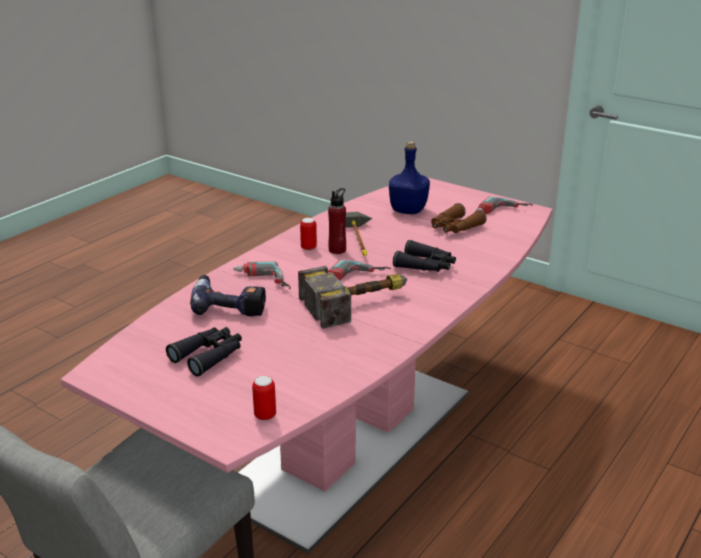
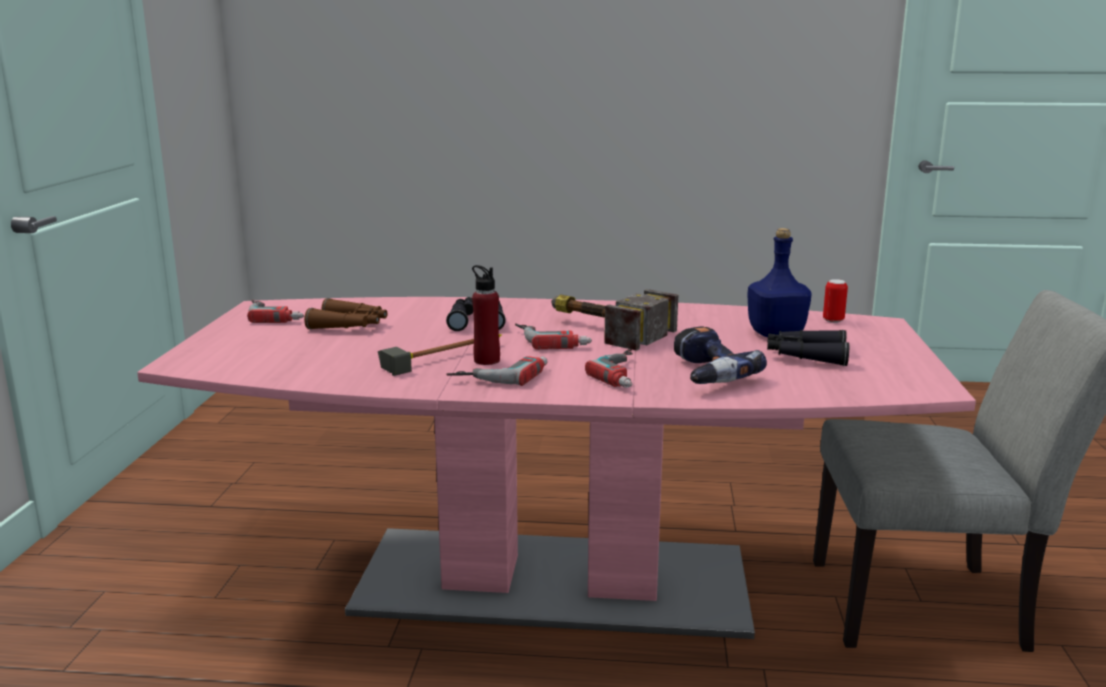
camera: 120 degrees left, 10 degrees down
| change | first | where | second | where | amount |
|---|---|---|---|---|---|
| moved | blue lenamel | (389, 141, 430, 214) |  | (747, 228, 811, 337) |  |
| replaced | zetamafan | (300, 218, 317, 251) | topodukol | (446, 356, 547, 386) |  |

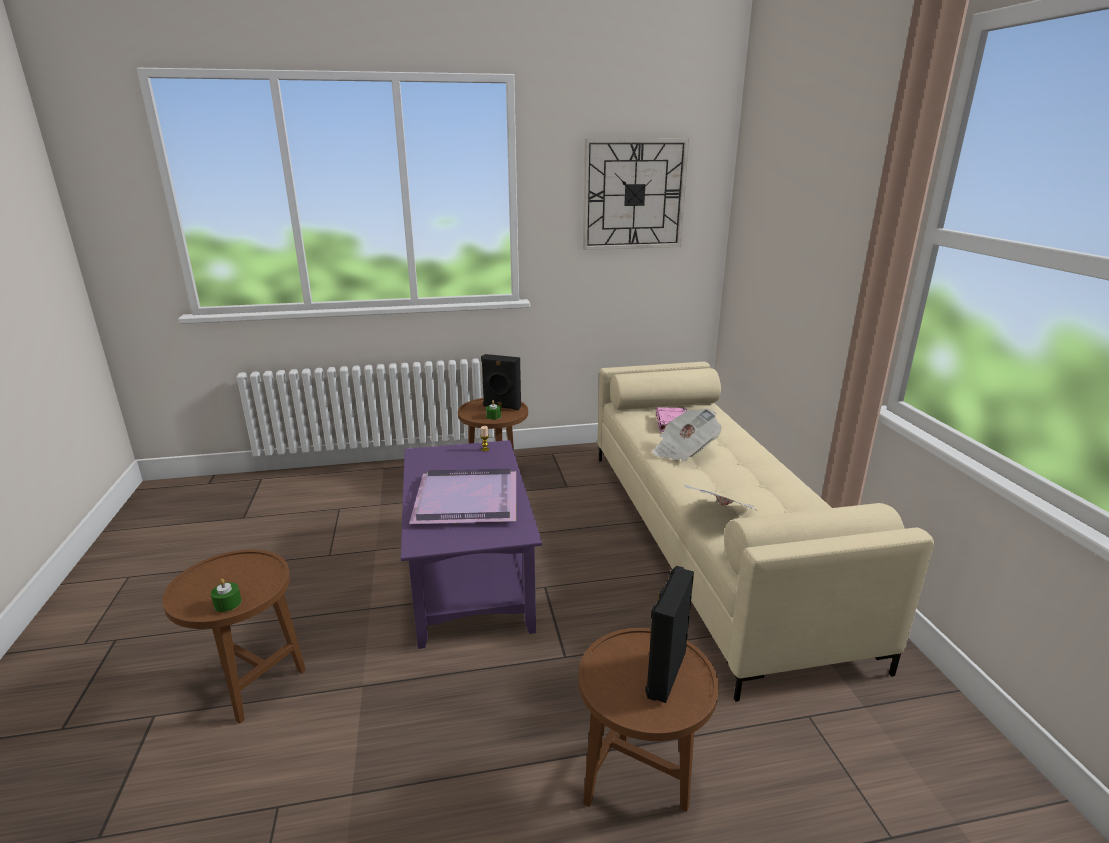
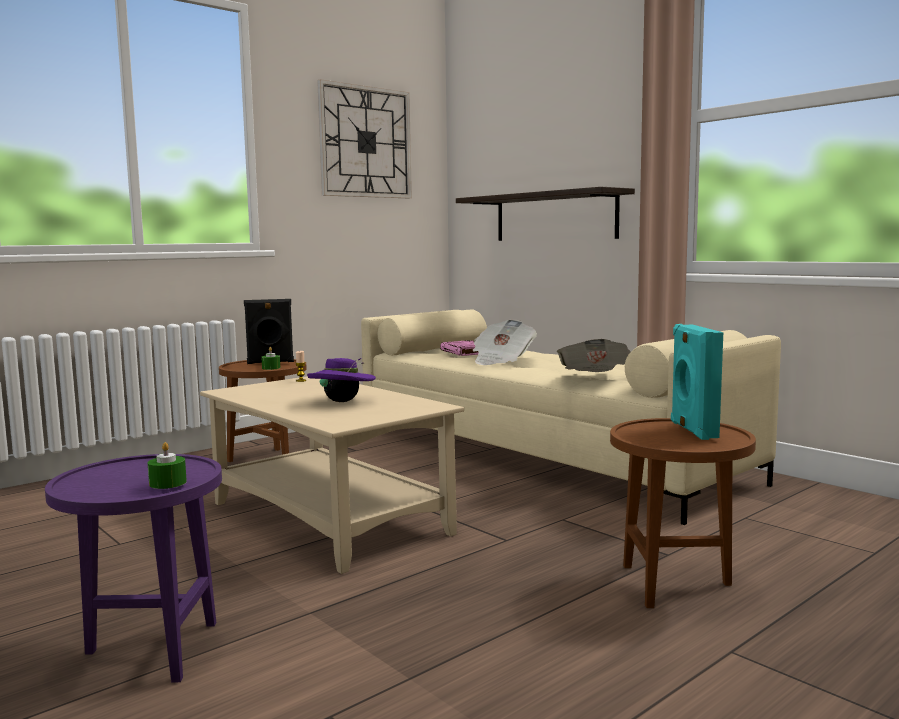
camera: 30 degrees left, 15 degrees down
| change | first | where | second | where | amount |
|---|---|---|---|---|---|
| added |  |  | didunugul | (456, 187, 635, 241) |  |
| replaced | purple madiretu | (409, 469, 516, 524) | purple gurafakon | (307, 358, 376, 402) |  |
| recoloured | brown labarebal | (162, 550, 306, 724) | purple labarebal | (45, 454, 222, 682) |  |
| recoloured | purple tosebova | (401, 440, 542, 649) | beige tosebova | (200, 377, 464, 574) |  |
| recoloured | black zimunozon | (645, 566, 694, 703) | turquoise zimunozon | (671, 324, 723, 440) |  |

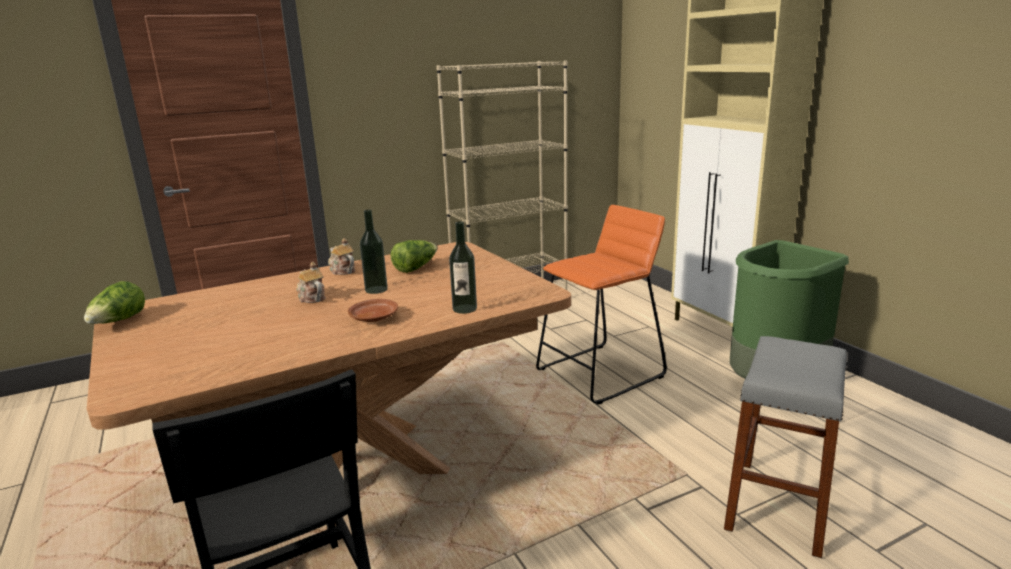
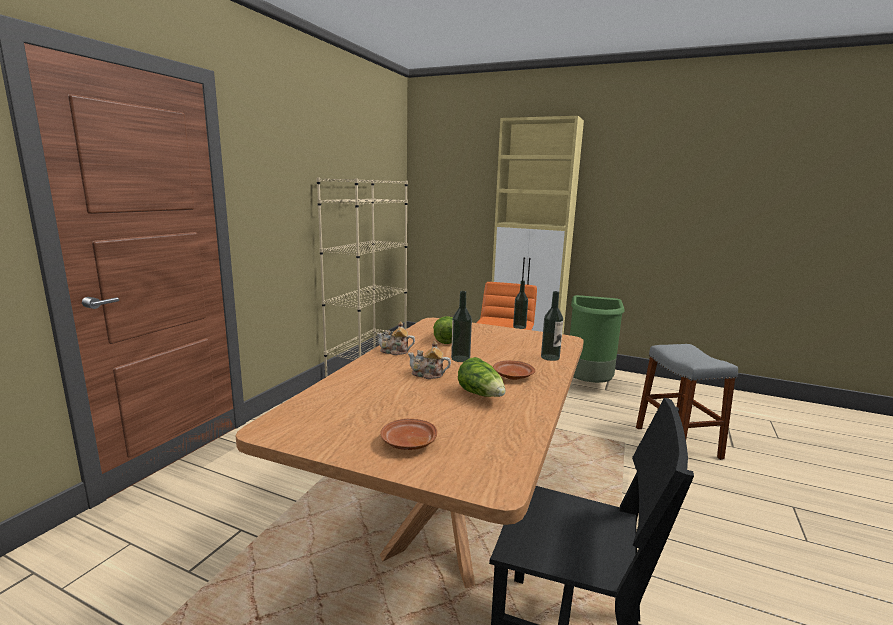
camera: 40 degrees left, 5 degrees down
| change | first | where | second | where | amount |
|---|---|---|---|---|---|
| added |  |  | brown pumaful | (380, 419, 437, 450) |  |
| added |  |  | lenamel | (513, 280, 528, 329) |  |
| moved | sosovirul | (84, 281, 145, 324) |  | (458, 357, 506, 397) |  |

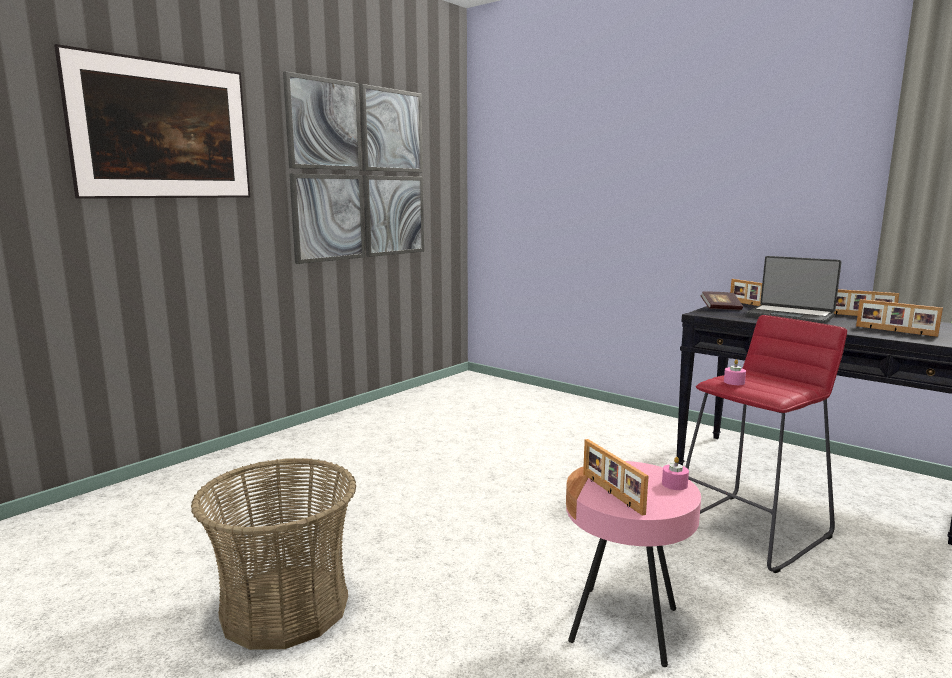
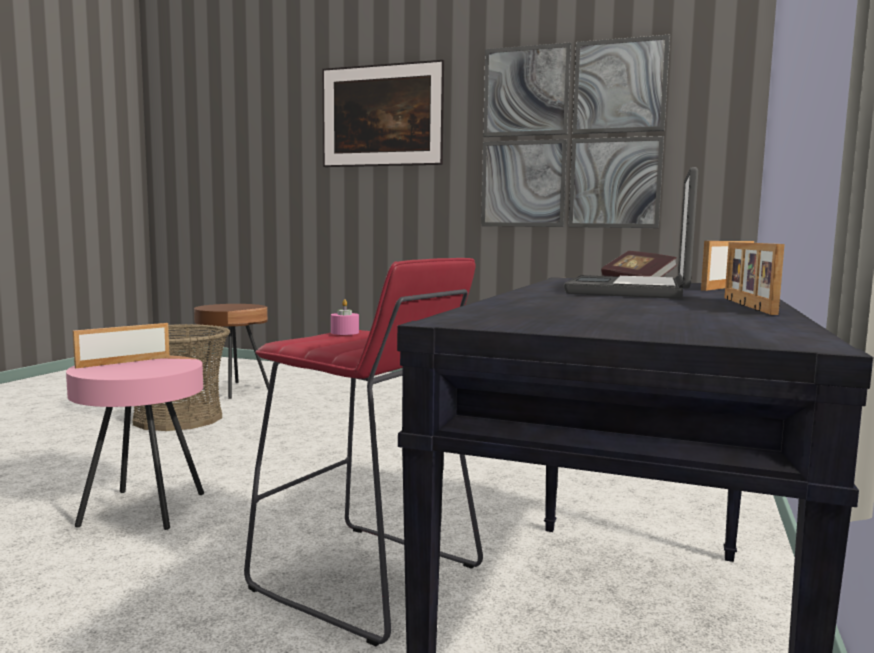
camera: 70 degrees right, 5 degrees down
| change | first | where | second | where | amount |
|---|---|---|---|---|---|
| removed | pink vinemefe | (662, 457, 689, 490) |  |  |  |
| removed | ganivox | (856, 299, 943, 337) |  |  |  |
| added |  |  | brown labarebal | (194, 304, 269, 399) |  |

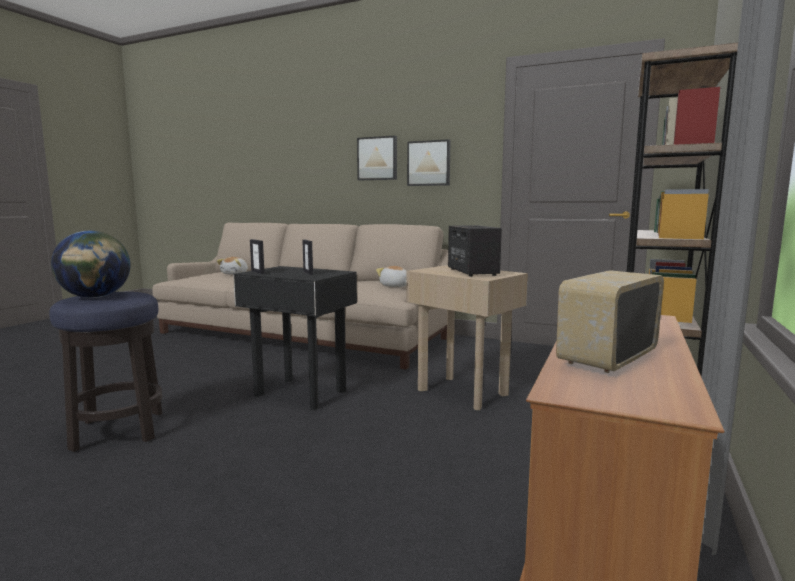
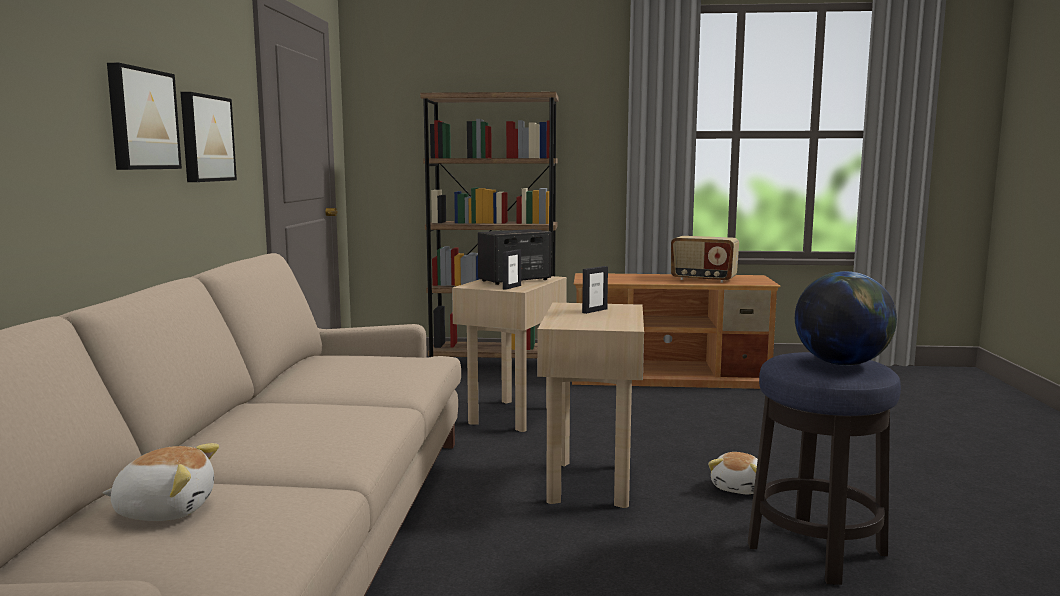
camera: 110 degrees left, 0 degrees up
| change | first | where | second | where | amount |
|---|---|---|---|---|---|
| moved | ganivox | (250, 239, 265, 274) |  | (503, 250, 521, 290) |  |
| moved | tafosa | (376, 266, 407, 287) |  | (708, 452, 758, 494) |  |
| recoloured | black labarebal | (233, 266, 357, 410) | beige labarebal | (537, 303, 644, 508) |  |

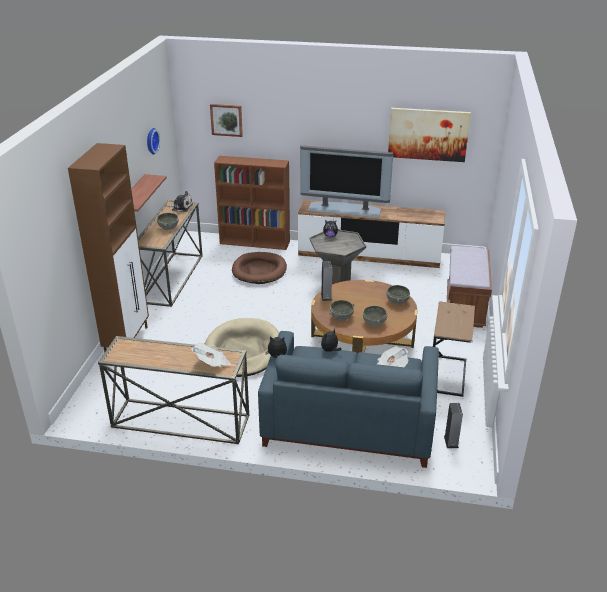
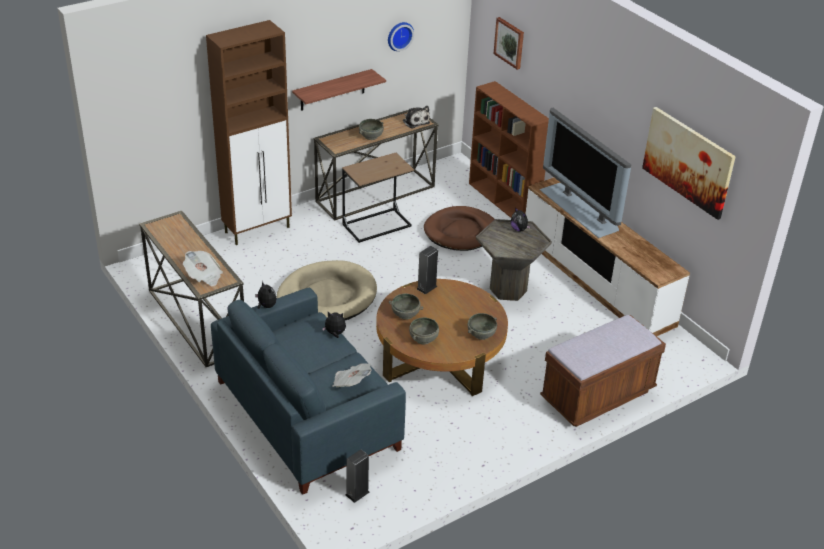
camera: 45 degrees right, 5 degrees up
| change | first | where | second | where | amount |
|---|---|---|---|---|---|
| moved | brown labarebal | (433, 301, 475, 397) |  | (342, 153, 414, 243) |  |

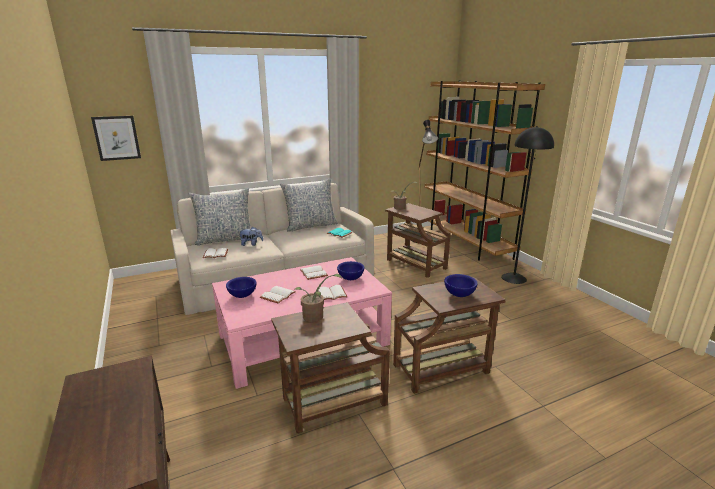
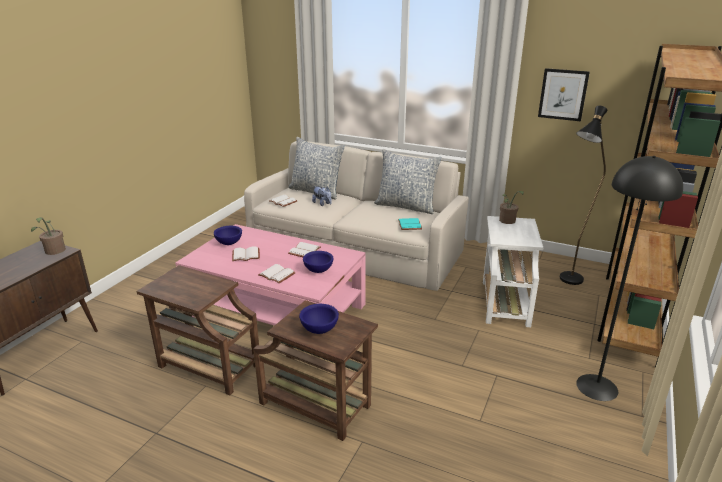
camera: 50 degrees right, 5 degrees up
| change | first | where | second | where | amount |
|---|---|---|---|---|---|
| moved | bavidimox | (91, 116, 141, 161) |  | (538, 68, 590, 121) |  |
| moved | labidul | (294, 274, 342, 322) |  | (31, 218, 66, 255) |  |
| recoloured | brown labarebal | (385, 203, 451, 278) | white labarebal | (483, 216, 543, 327) |  |

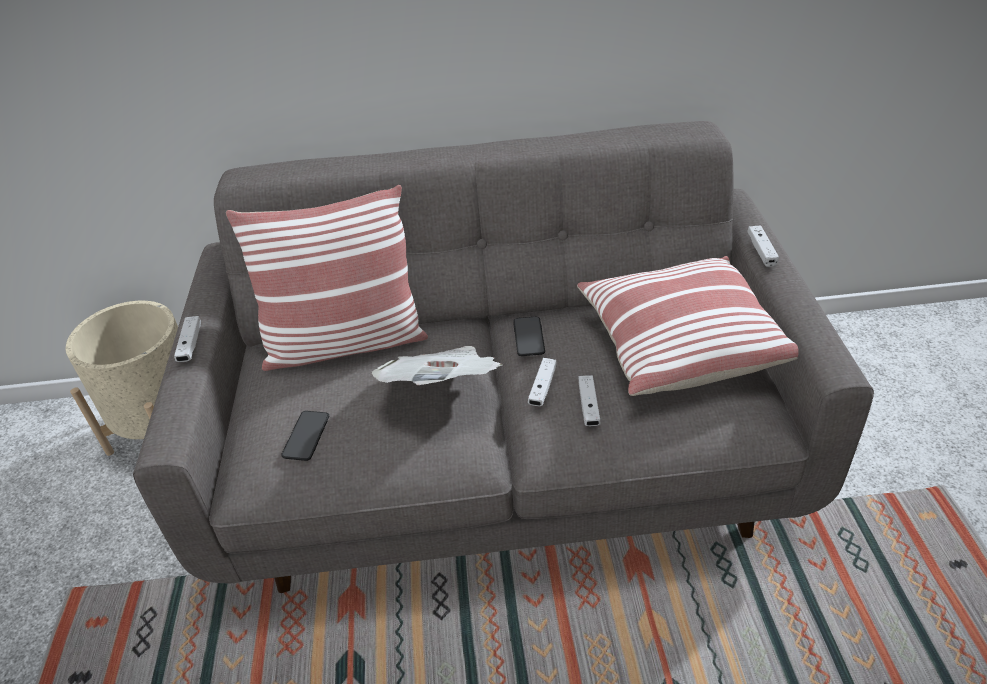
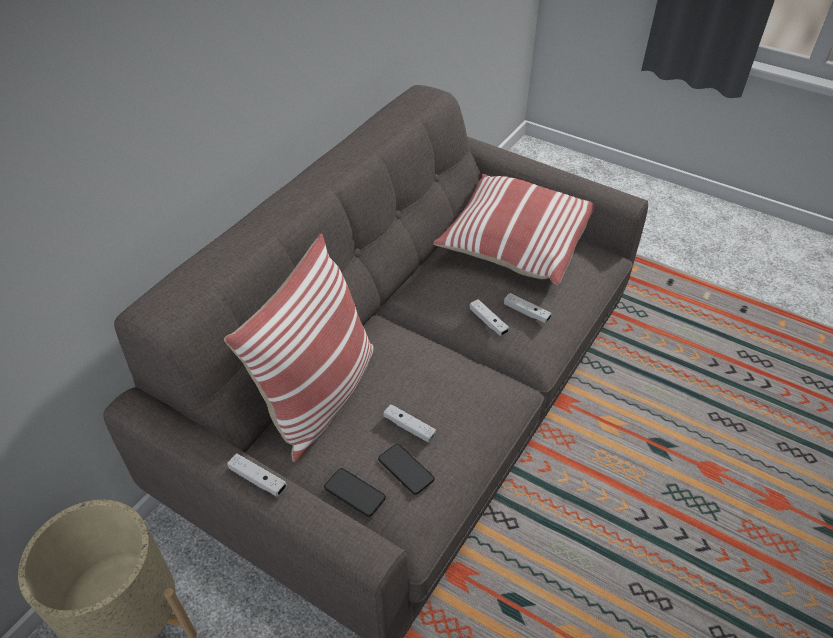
camera: 55 degrees left, 5 degrees up
| change | first | where | second | where | amount |
|---|---|---|---|---|---|
| removed | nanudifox | (372, 346, 503, 385) |  |  |  |
| moved | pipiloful | (513, 317, 545, 356) |  | (324, 468, 386, 517) |  |
| moved | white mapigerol | (747, 225, 779, 267) |  | (384, 404, 436, 443) |  |

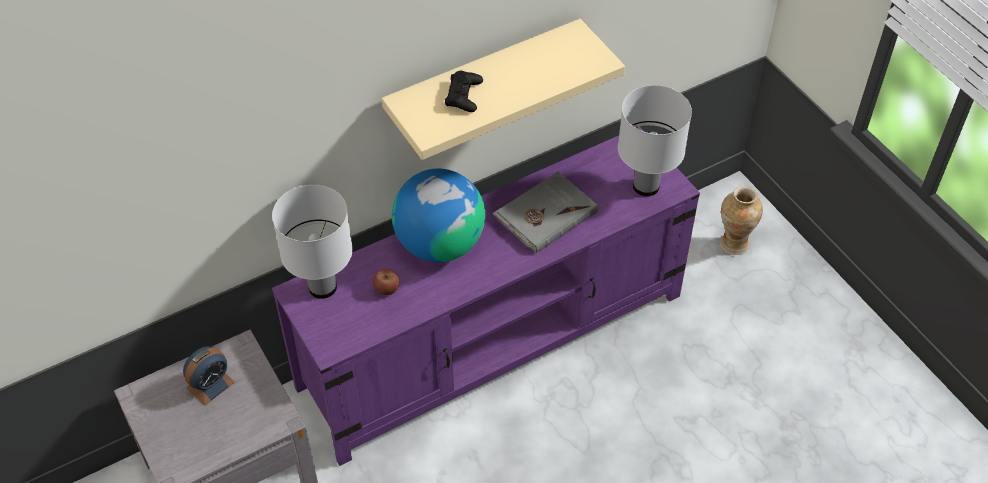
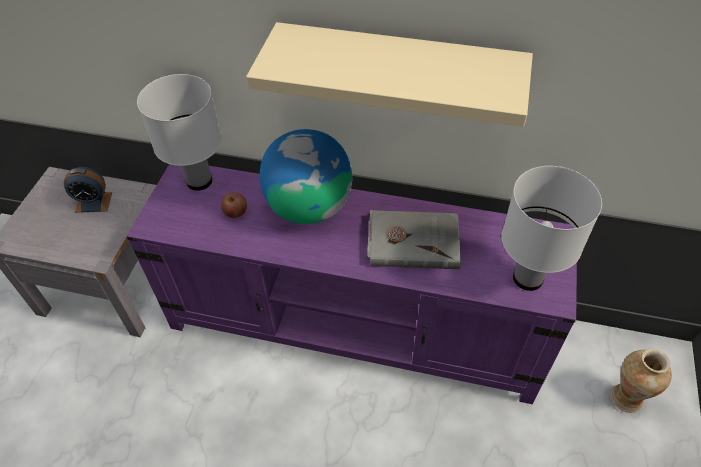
camera: 45 degrees right, 0 degrees up
| change | first | where | second | where | amount |
|---|---|---|---|---|---|
| removed | black mapigerol | (445, 71, 483, 112) |  |  |  |

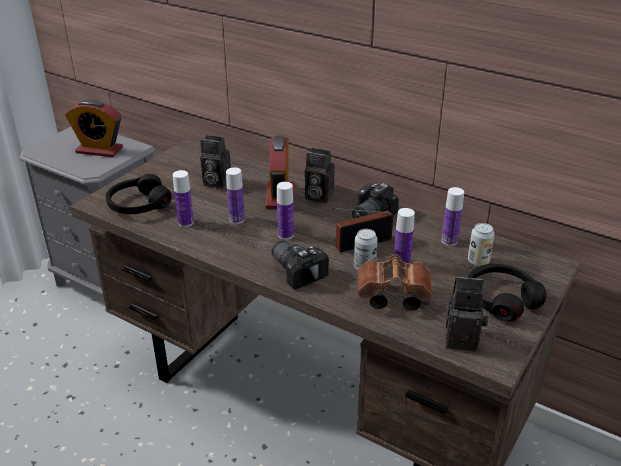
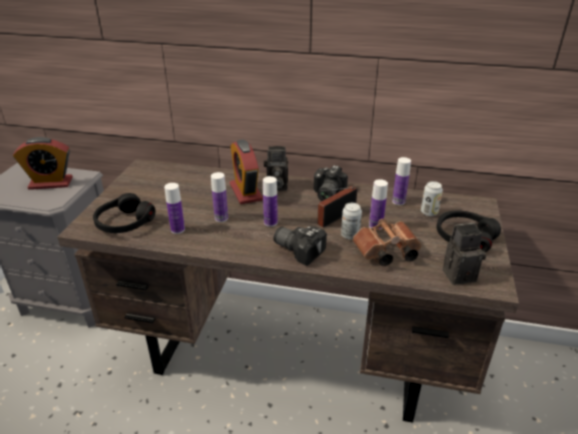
camera: 20 degrees left, 0 degrees up
| change | first | where | second | where | amount |
|---|---|---|---|---|---|
| removed | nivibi | (200, 135, 231, 188) |  |  |  |

